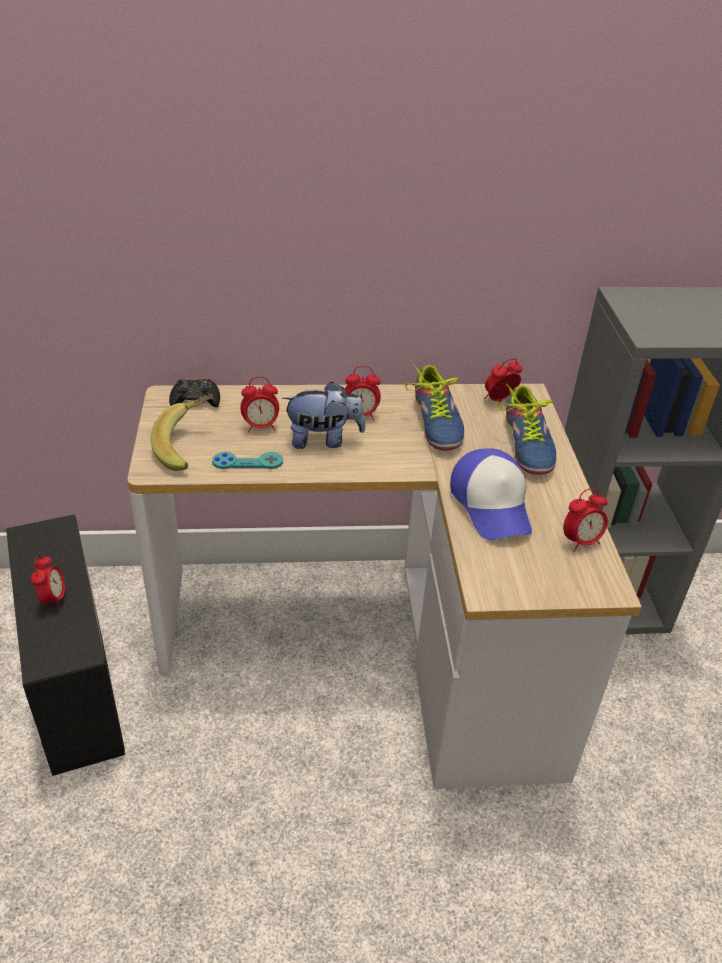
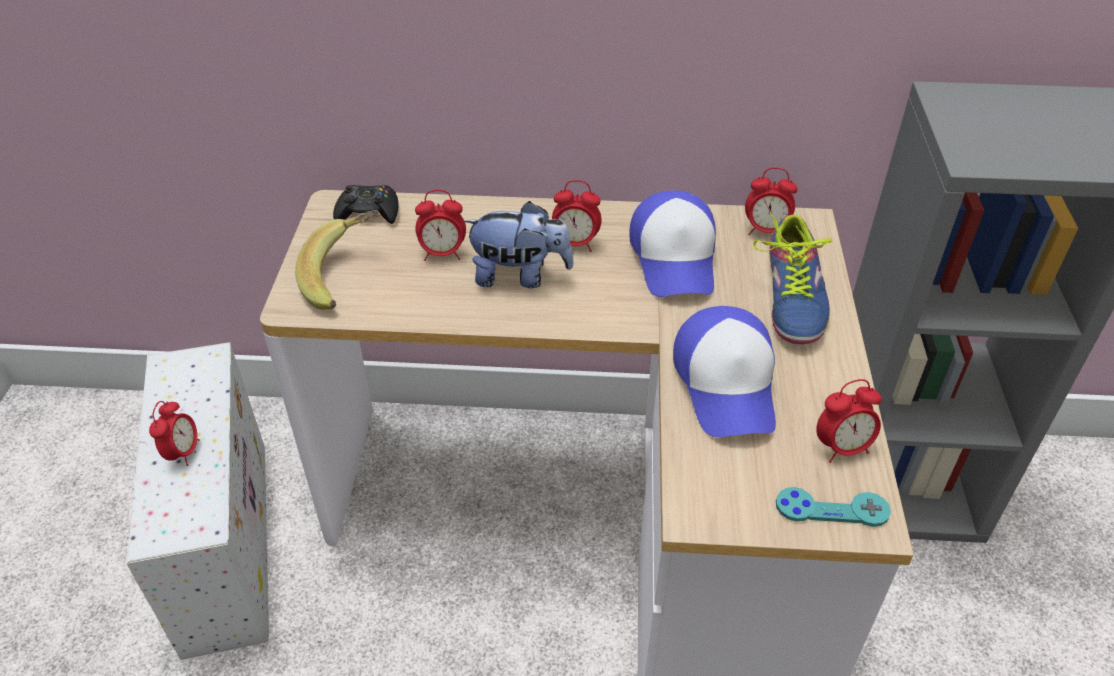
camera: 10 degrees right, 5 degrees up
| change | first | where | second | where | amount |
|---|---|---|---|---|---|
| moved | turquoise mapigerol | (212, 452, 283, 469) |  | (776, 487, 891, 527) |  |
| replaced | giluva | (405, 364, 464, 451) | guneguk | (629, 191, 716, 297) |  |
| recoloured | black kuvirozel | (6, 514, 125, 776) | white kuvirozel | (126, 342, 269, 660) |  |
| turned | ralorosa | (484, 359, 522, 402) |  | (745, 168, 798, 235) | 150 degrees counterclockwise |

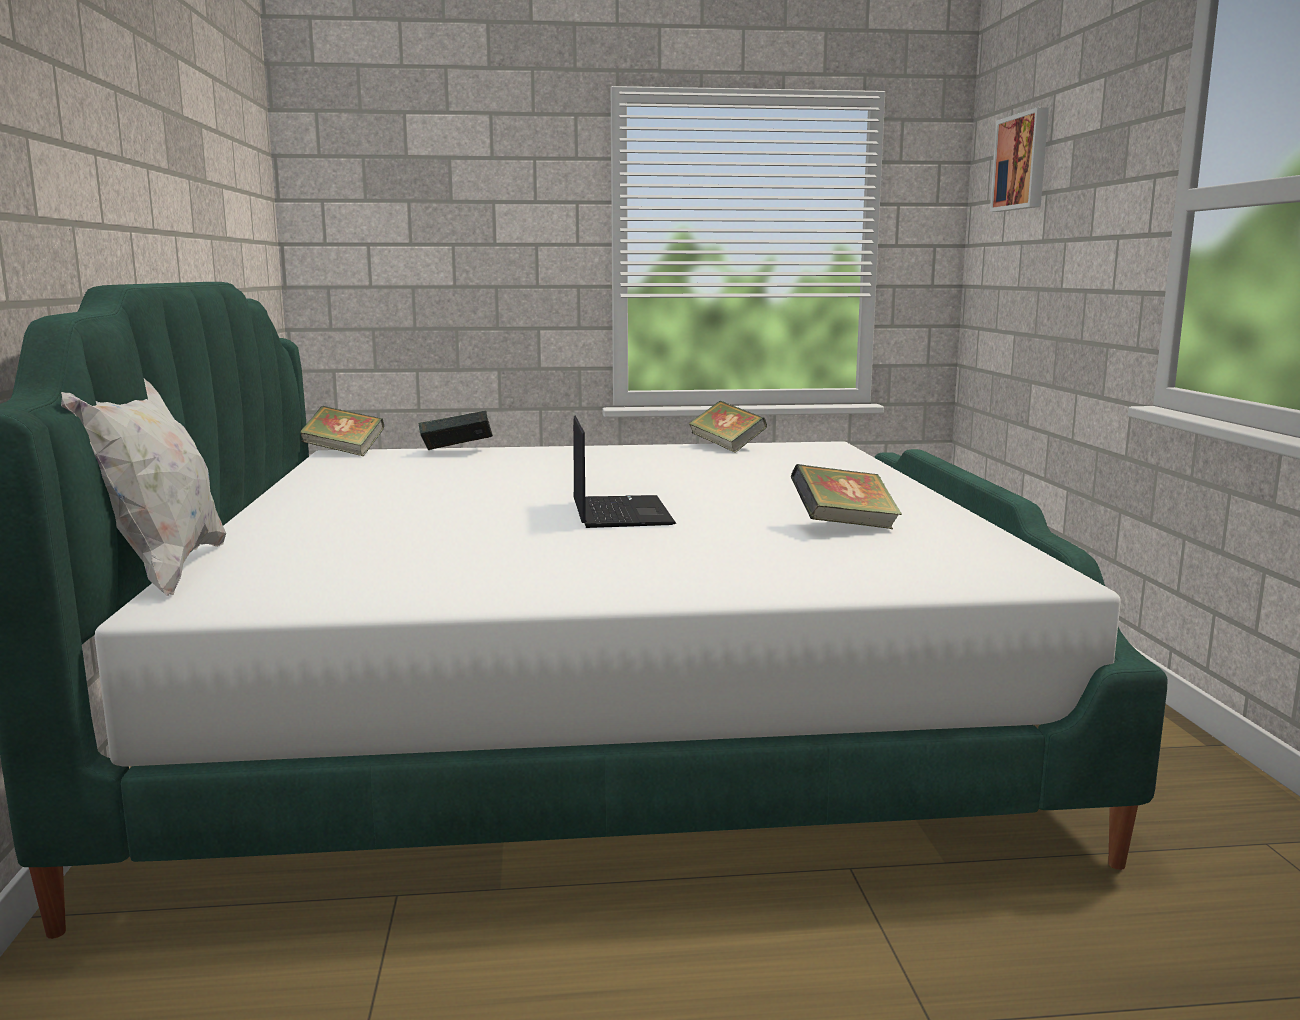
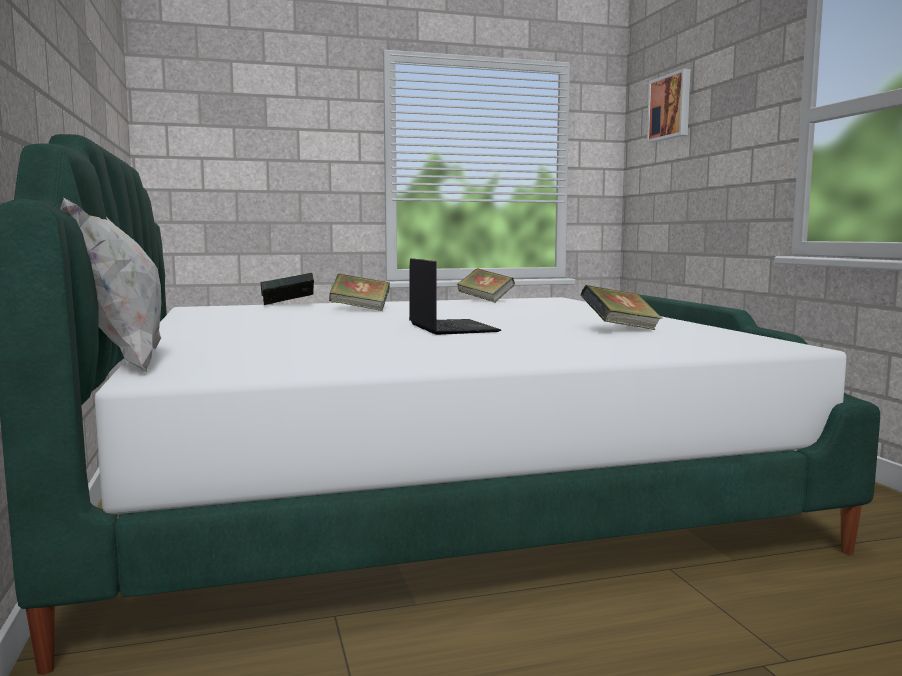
camera: 10 degrees left, 5 degrees down
| change | first | where | second | where | amount |
|---|---|---|---|---|---|
| moved | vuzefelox | (301, 406, 384, 456) |  | (329, 274, 390, 311) |  |

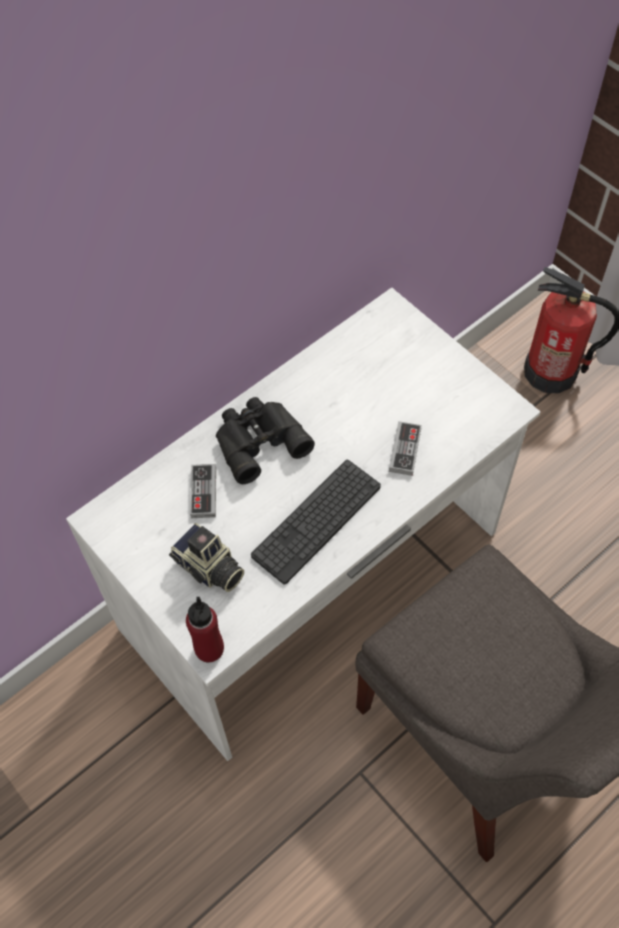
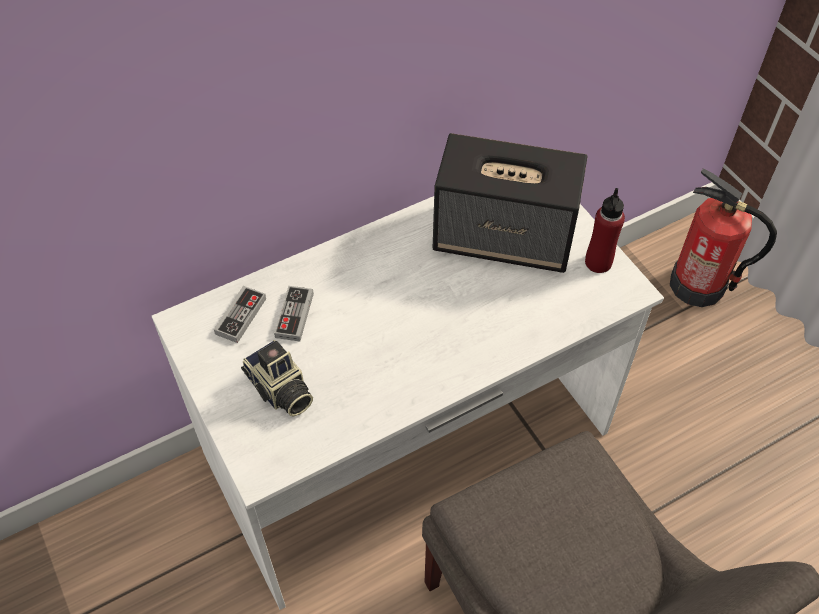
camera: 10 degrees right, 5 degrees down
| change | first | where | second | where | amount |
|---|---|---|---|---|---|
| removed | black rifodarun | (216, 397, 315, 484) |  |  |  |
| removed | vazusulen | (251, 460, 381, 585) |  |  |  |
| added |  |  | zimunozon | (433, 133, 587, 273) |  |
| moved | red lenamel | (186, 597, 224, 662) |  | (585, 188, 625, 273) |  |
| moved | mapigerol | (389, 421, 422, 476) |  | (214, 286, 266, 343) |  |

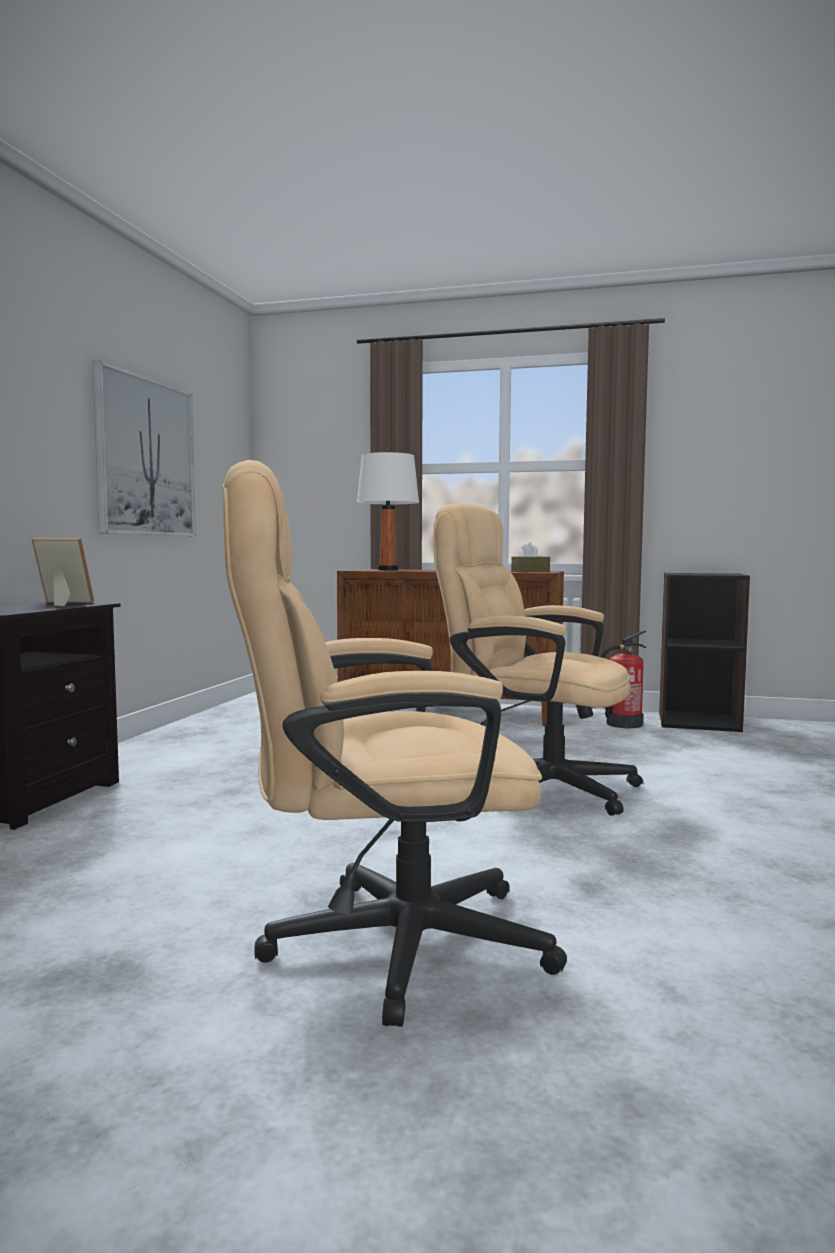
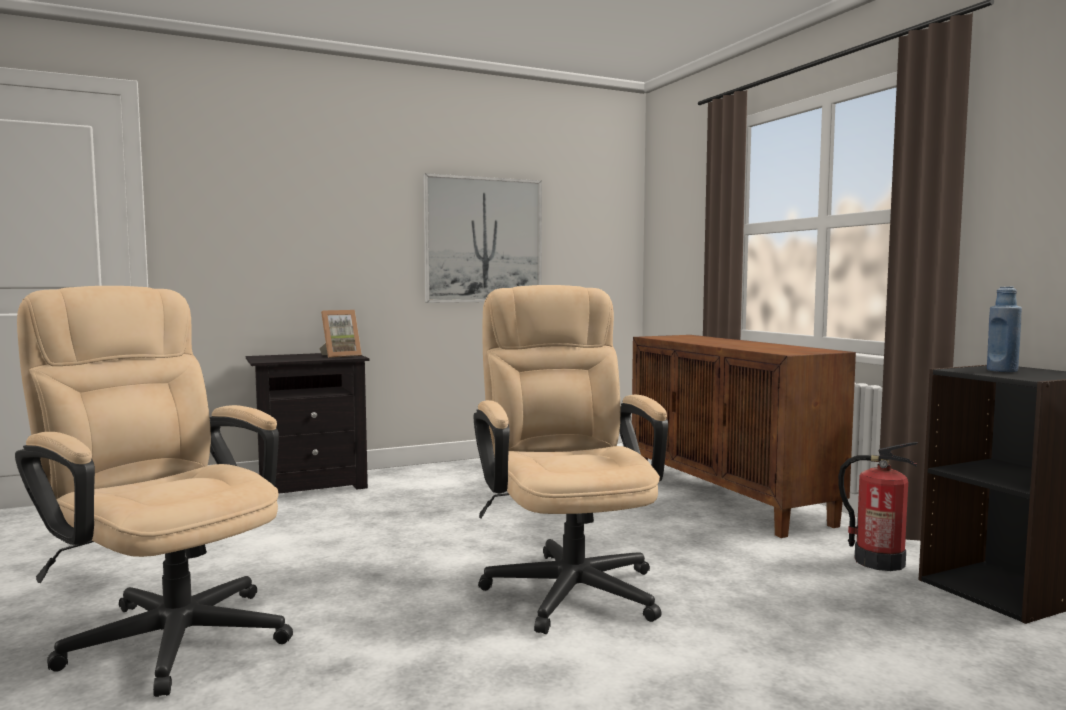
camera: 50 degrees right, 0 degrees up
| change | first | where | second | where | amount |
|---|---|---|---|---|---|
| removed | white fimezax | (357, 450, 419, 570) |  |  |  |
| removed | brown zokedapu | (511, 542, 550, 572) |  |  |  |
| added |  |  | blue lenamel | (987, 286, 1022, 372) |  |
| turned | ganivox | (32, 538, 94, 606) |  | (319, 310, 362, 358) | 90 degrees clockwise |

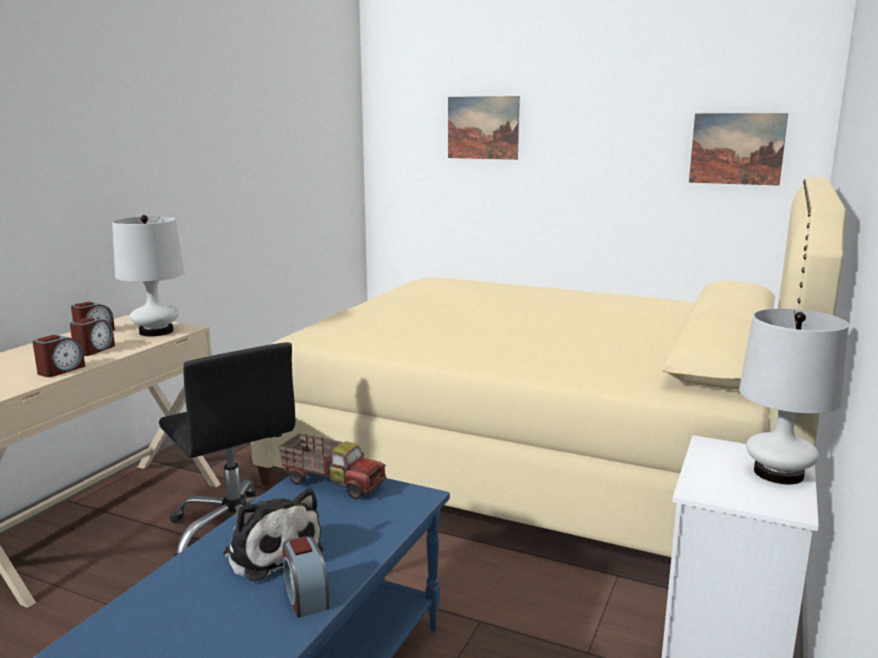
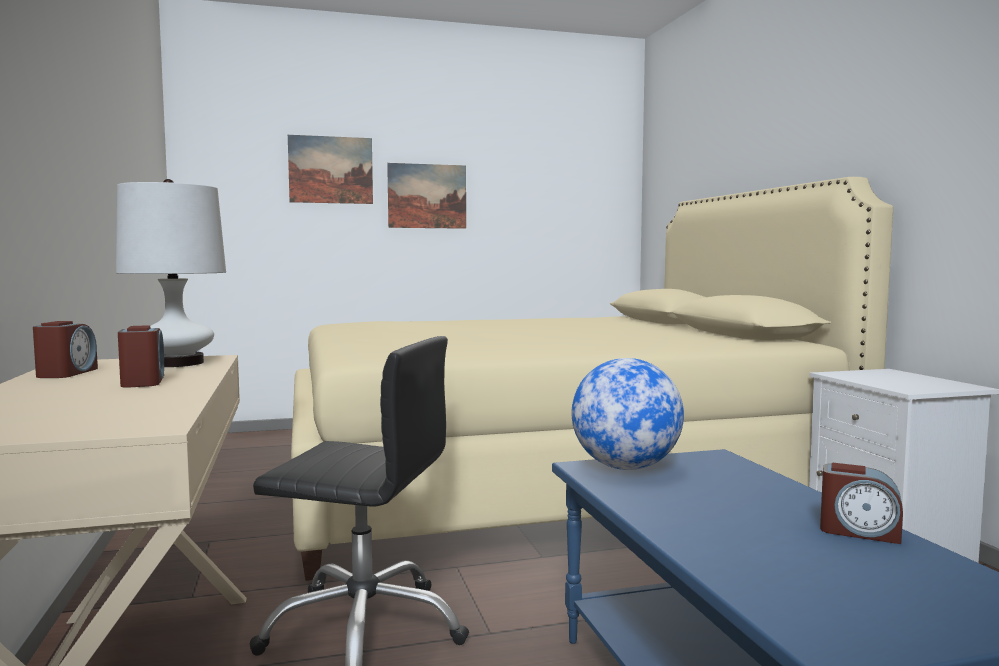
camera: 40 degrees left, 10 degrees down
| change | first | where | second | where | amount |
|---|---|---|---|---|---|
| removed | ralorosa | (33, 335, 85, 377) |  |  |  |
| removed | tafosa | (223, 488, 323, 582) |  |  |  |
| removed | white fimezax | (739, 309, 849, 484) |  |  |  |
| moved | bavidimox | (689, 113, 788, 186) |  | (387, 163, 466, 229) |  |
| replaced | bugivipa | (278, 433, 386, 500) | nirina | (572, 358, 684, 470) |  |

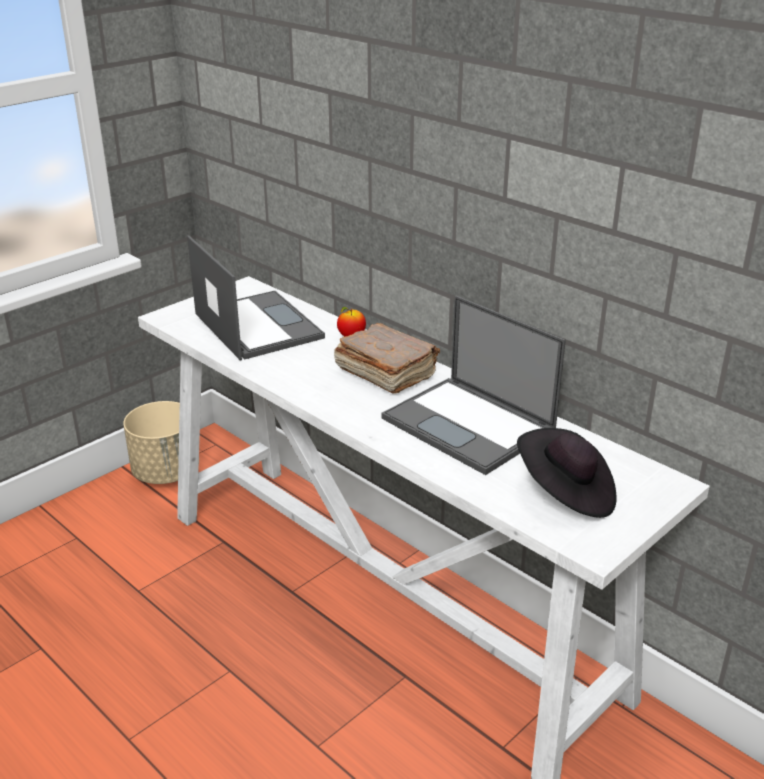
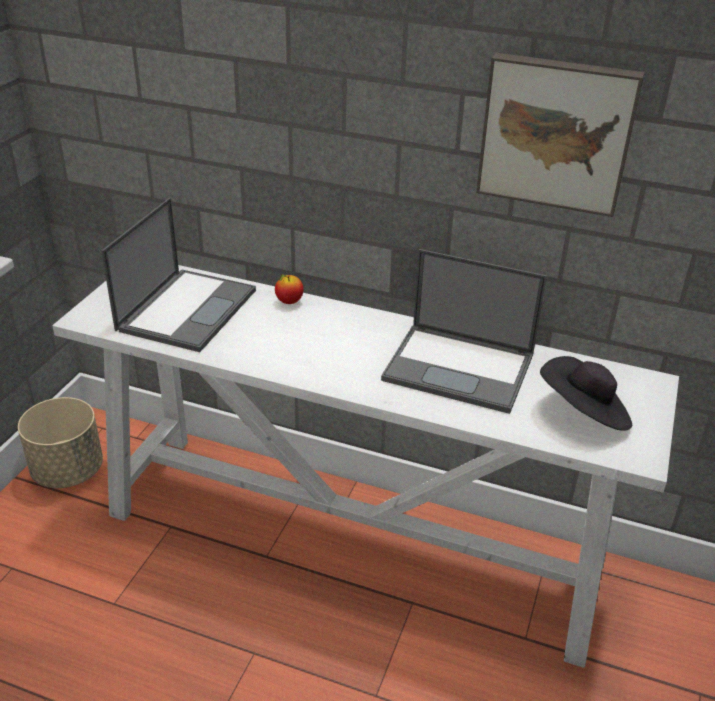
camera: 25 degrees left, 5 degrees up
| change | first | where | second | where | amount |
|---|---|---|---|---|---|
| removed | brown vuzefelox | (334, 323, 440, 394) |  |  |  |
| added |  |  | bavidimox | (476, 53, 645, 217) |  |
| turned | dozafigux | (187, 236, 325, 361) |  | (101, 198, 256, 352) | 75 degrees clockwise |

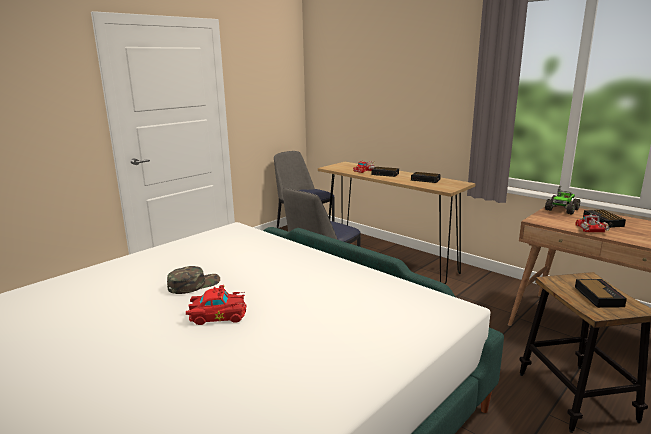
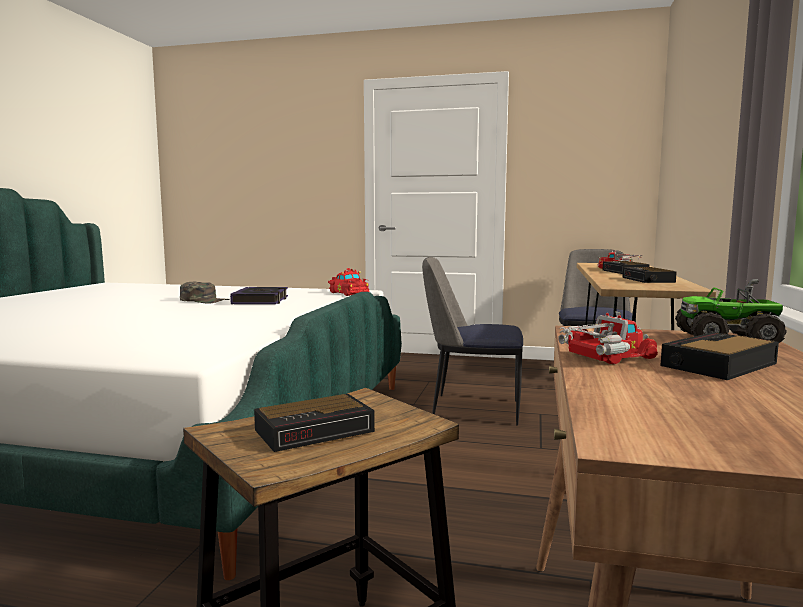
camera: 60 degrees right, 10 degrees down
| change | first | where | second | where | amount |
|---|---|---|---|---|---|
| added |  |  | vuzefelox | (230, 287, 288, 304) |  |
| moved | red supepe | (186, 285, 247, 325) |  | (328, 268, 370, 296) |  |

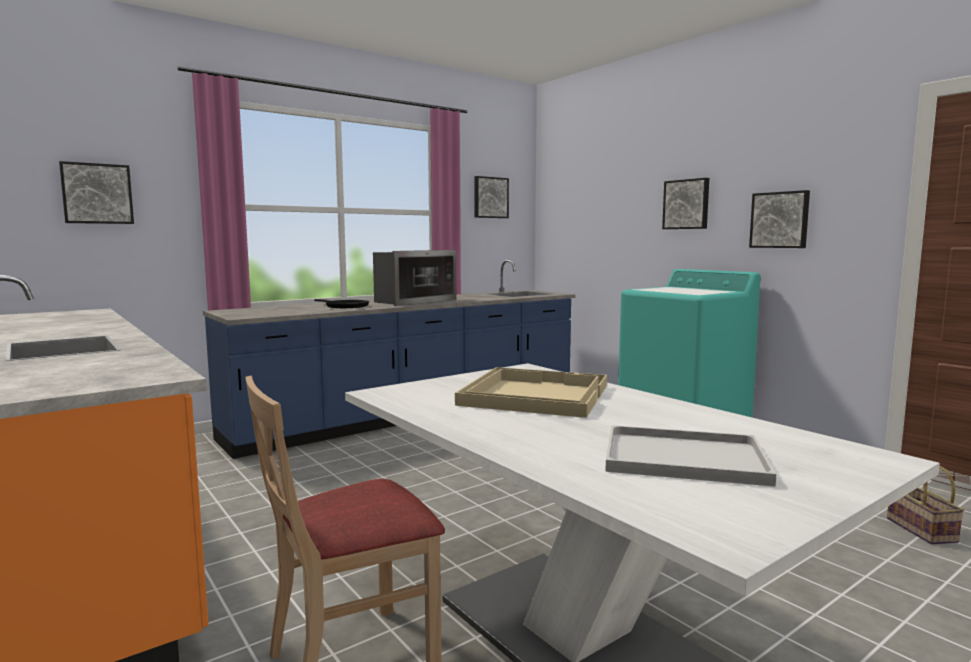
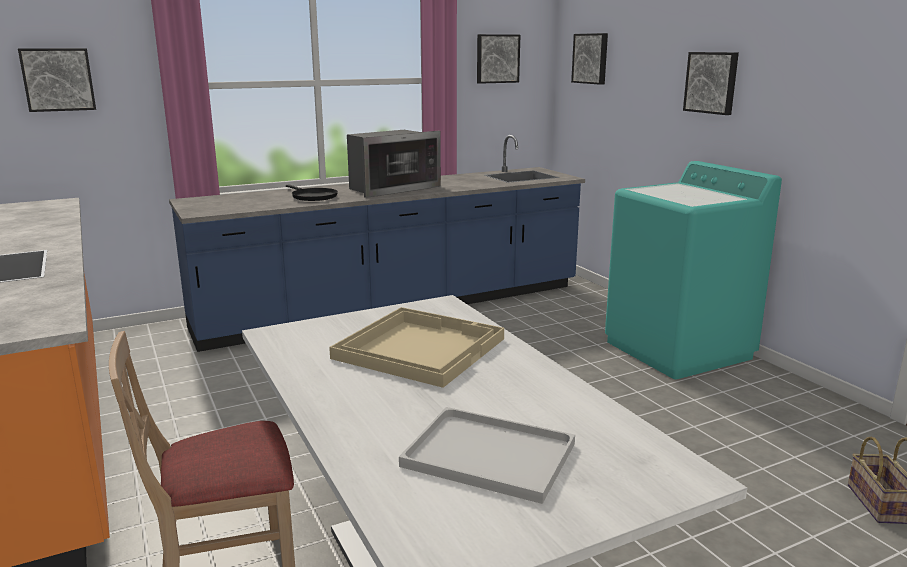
camera: 10 degrees right, 10 degrees up
| change | first | where | second | where | amount |
|---|---|---|---|---|---|
| moved | bavidimox | (749, 190, 810, 248) |  | (571, 33, 608, 85) |  |

